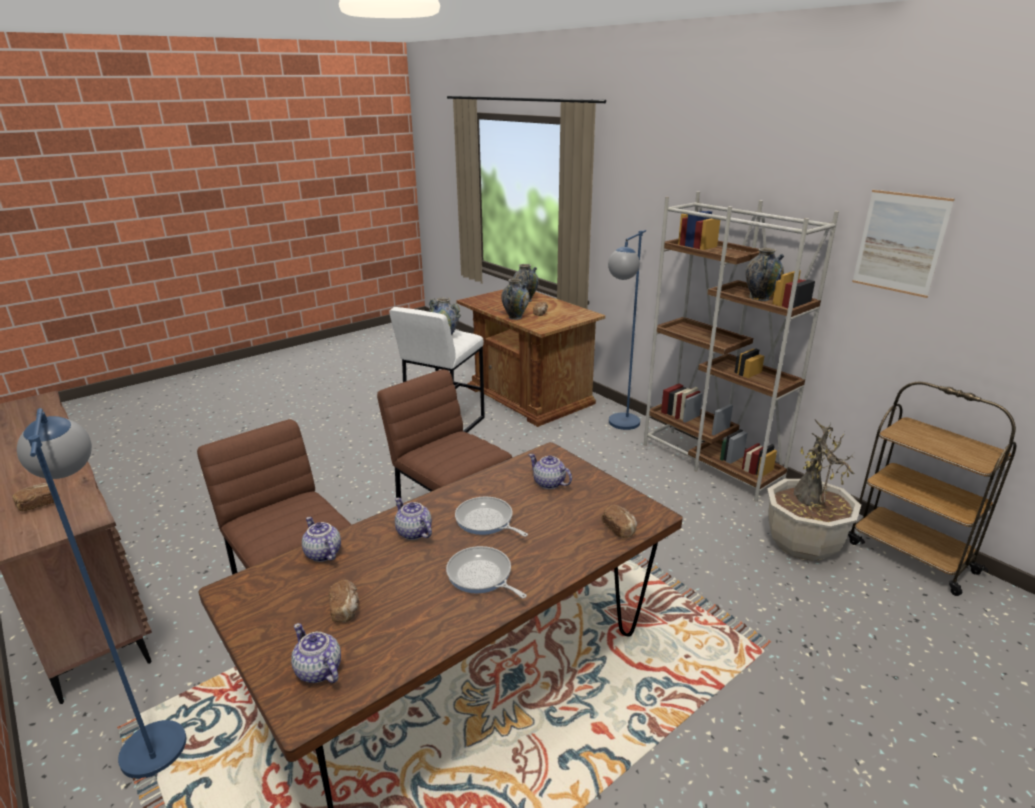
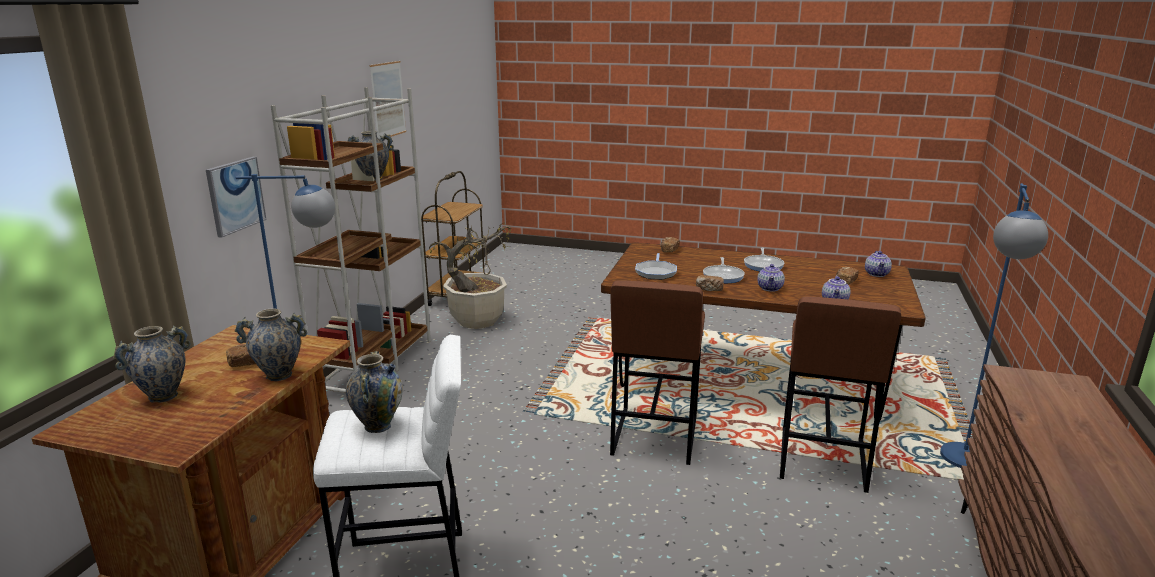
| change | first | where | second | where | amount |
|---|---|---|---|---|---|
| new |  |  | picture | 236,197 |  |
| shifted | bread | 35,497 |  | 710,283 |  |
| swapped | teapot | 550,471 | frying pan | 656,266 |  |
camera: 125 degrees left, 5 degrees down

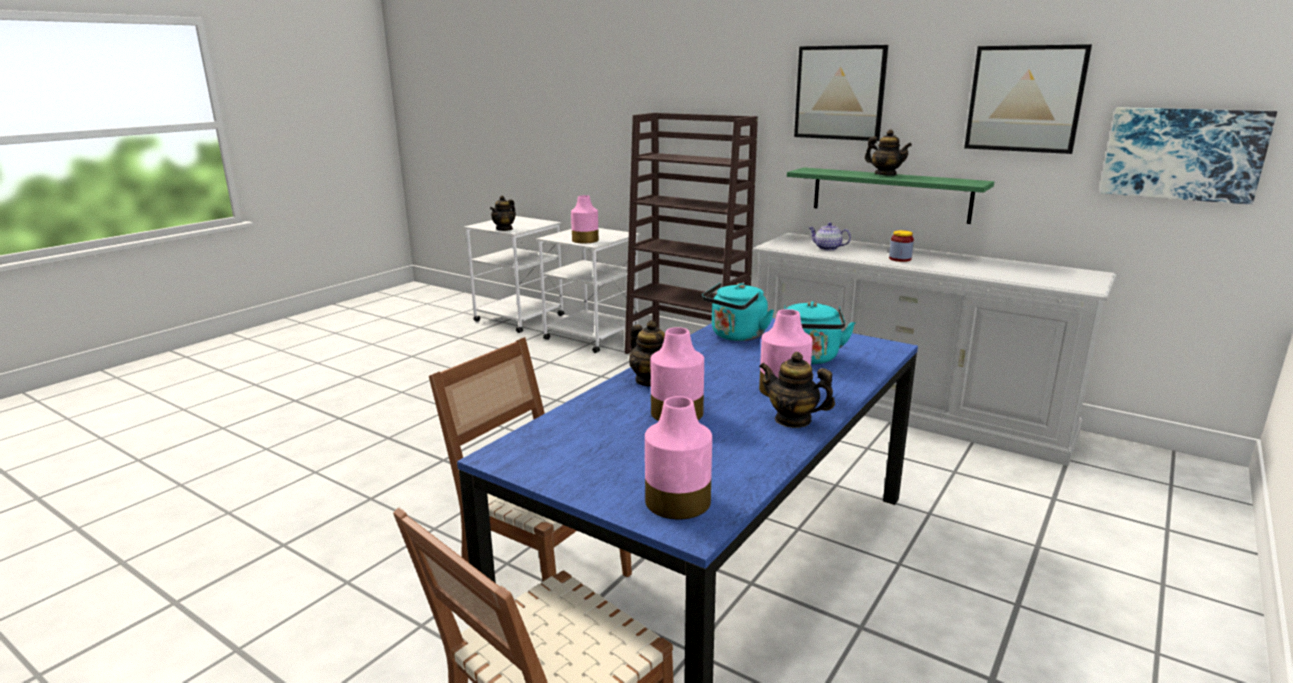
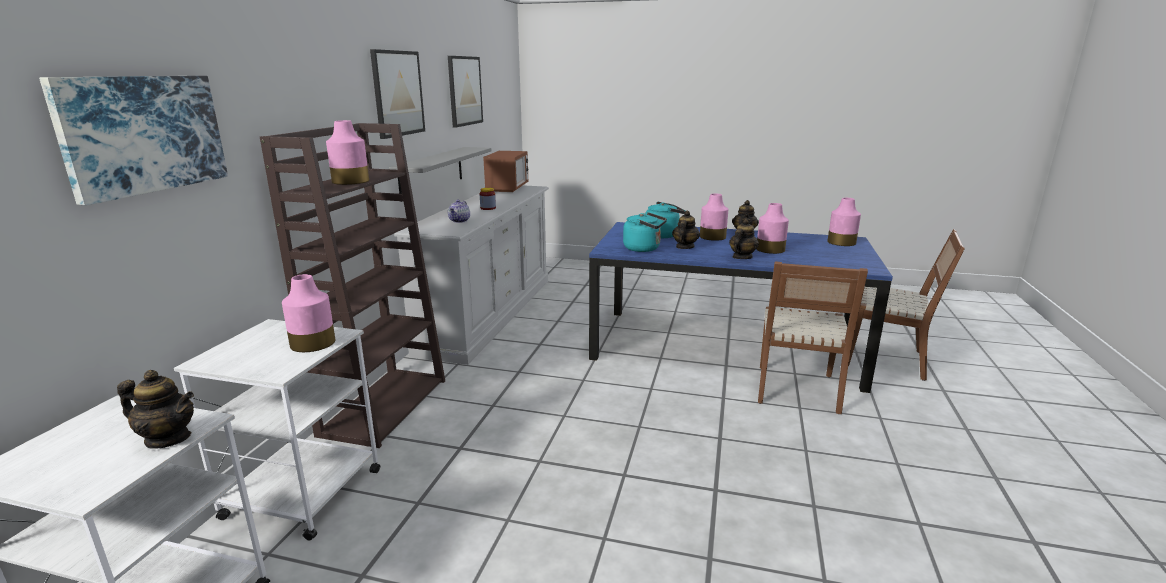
| change | first | where | second | where | amount |
|---|---|---|---|---|---|
| new |  |  | pink vase | 347,152 |  |
| new |  |  | microwave | 506,171 |  |
| shifted | teapot | 888,152 |  | 686,230 |  |
| shifted | picture | 1188,156 |  | 133,140 |  |
| repainted | green shelf | 890,195 | grey shelf | 440,174 |  |
camera: 110 degrees left, 0 degrees up

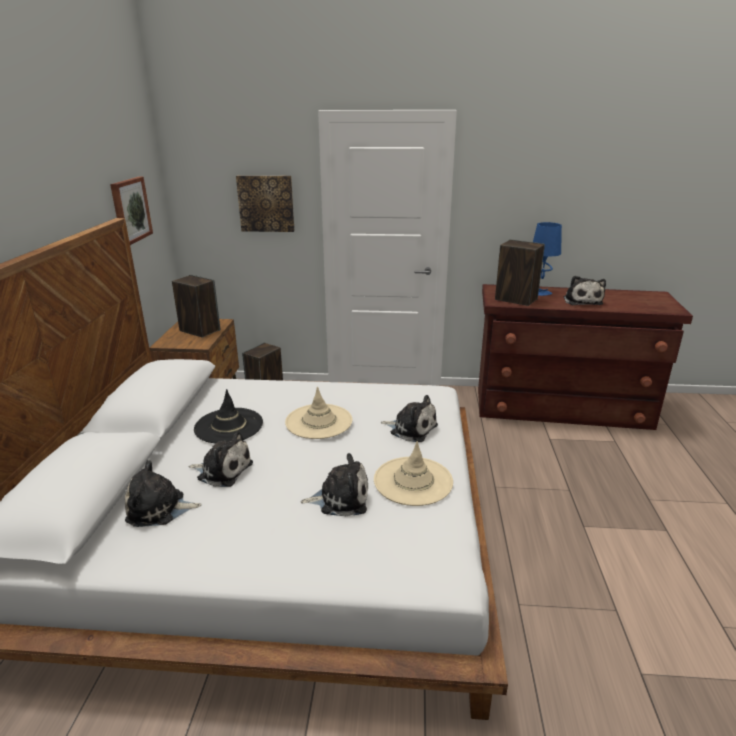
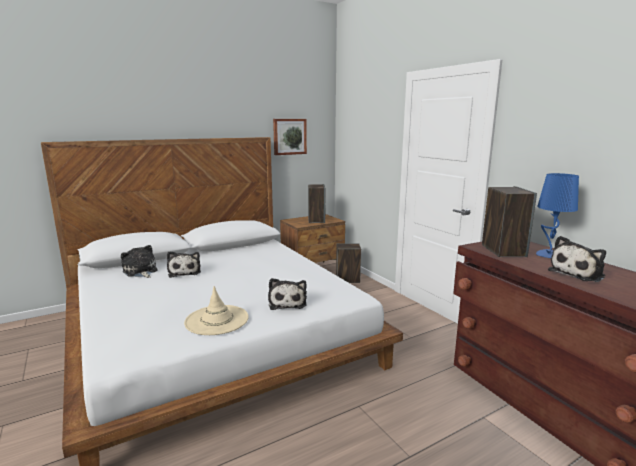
| change | first | where | second | where | amount |
|---|---|---|---|---|---|
| gone | black hat | 228,416 |  |  |  |
| gone | picture | 265,203 |  |  |  |
| gone | beige hat | 318,412 |  |  |  |
| gone | plush toy | 334,484 |  |  |  |
camera: 55 degrees right, 10 degrees down

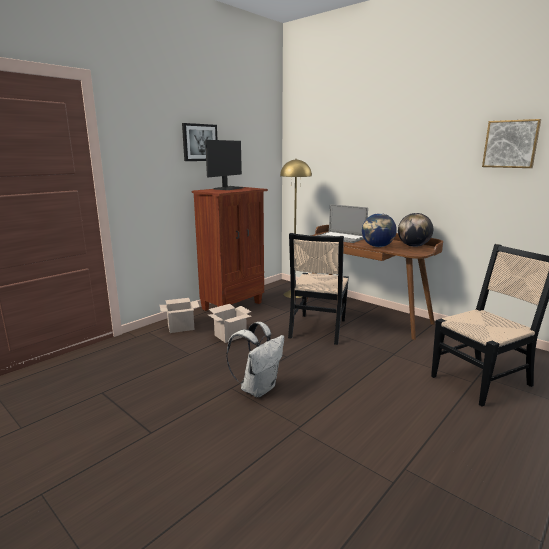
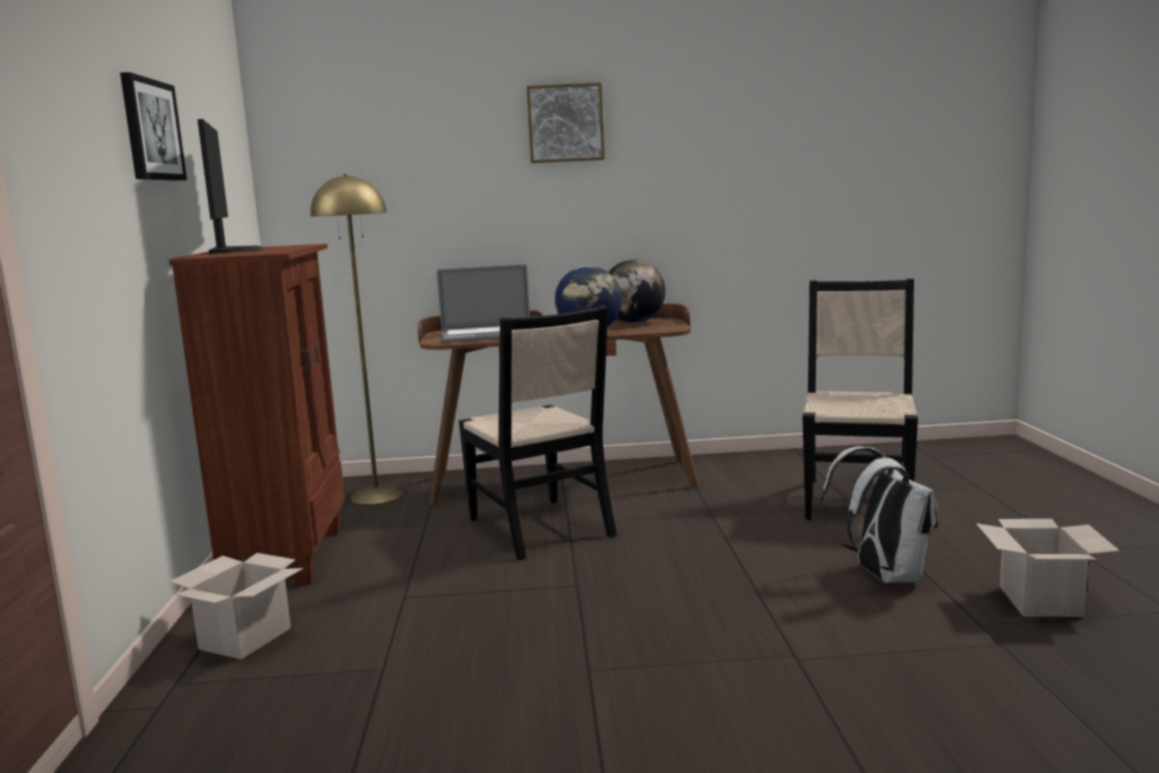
| change | first | where | second | where | amount |
|---|---|---|---|---|---|
| shifted | cardboard box | 230,323 |  | 1048,568 |  |
| shifted | white backpack | 255,359 |  | 879,514 |  |
| shifted | picture | 511,143 |  | 566,123 |  |
camera: 45 degrees left, 5 degrees down

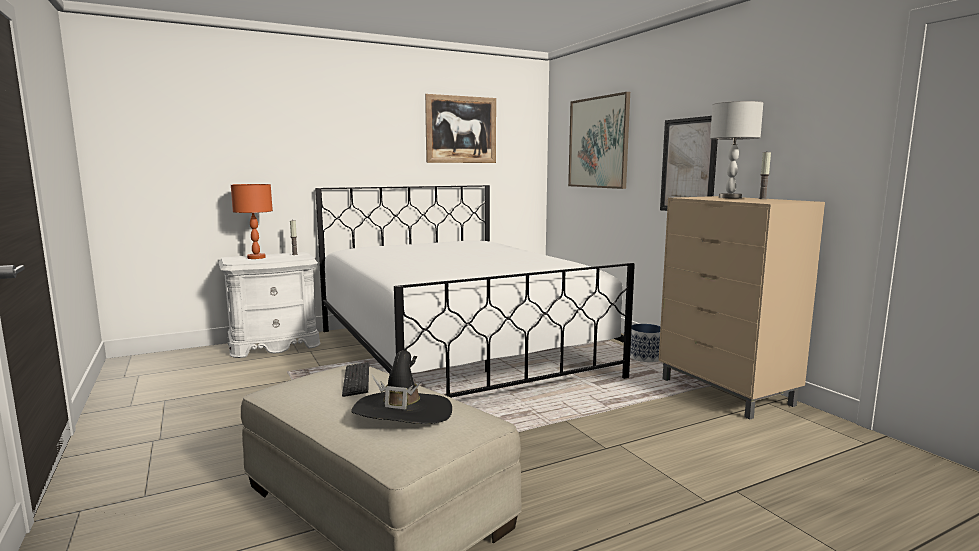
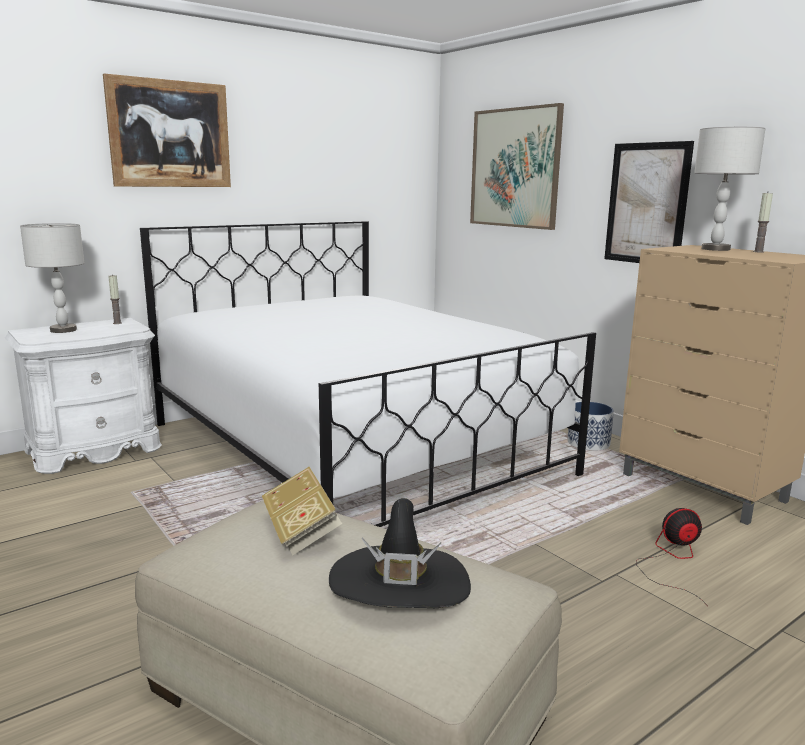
| change | first | where | second | where | amount |
|---|---|---|---|---|---|
| new |  |  | fan | 672,557 |  |
| shifted | picture | 460,128 |  | 167,130 |  |
| swapped | keyboard | 355,379 | book | 302,511 |  |
| repainted | orange table lamp | 252,221 | grey table lamp | 52,278 |  |
camera: 10 degrees left, 5 degrees up

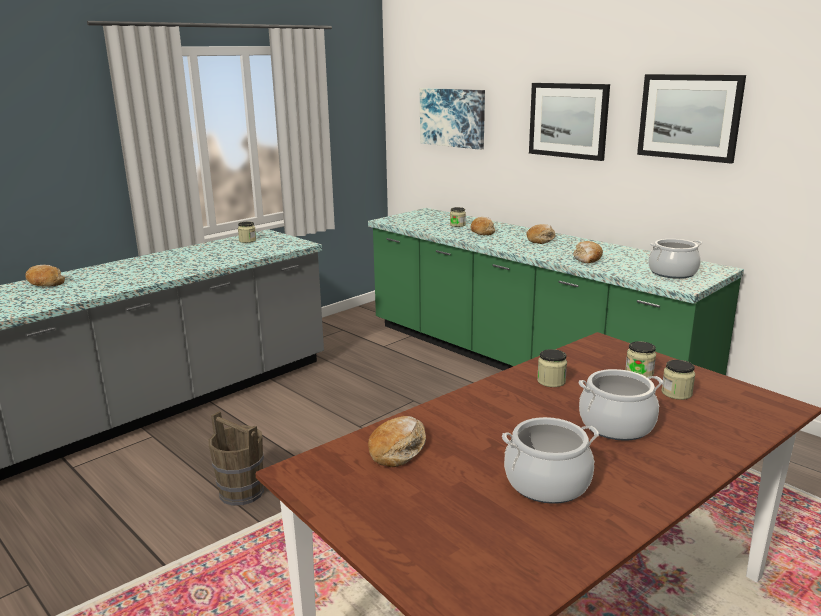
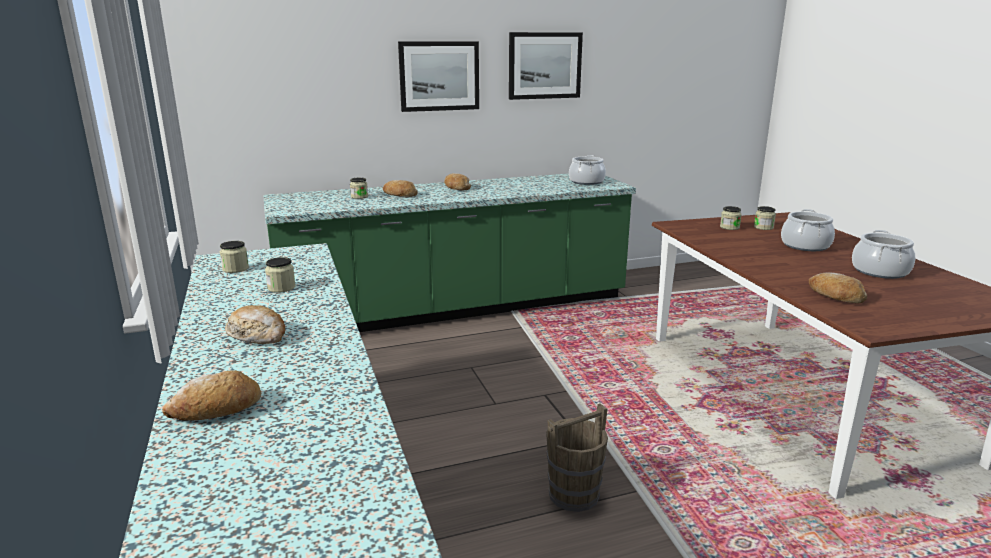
| change | first | where | second | where | amount |
|---|---|---|---|---|---|
| gone | picture | 452,119 |  |  |  |
| shifted | jar | 552,368 |  | 280,275 |  |
| shifted | bread | 588,252 |  | 255,324 |  |
camera: 65 degrees left, 0 degrees up

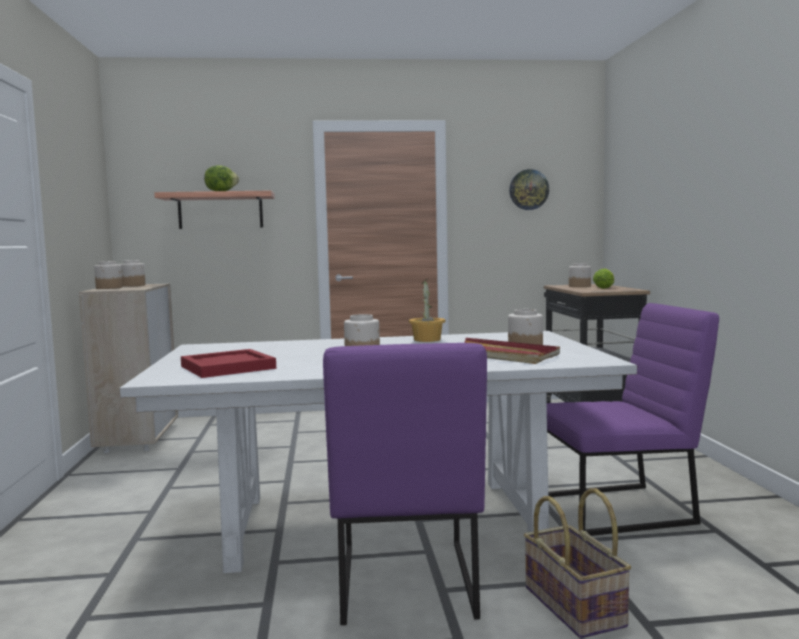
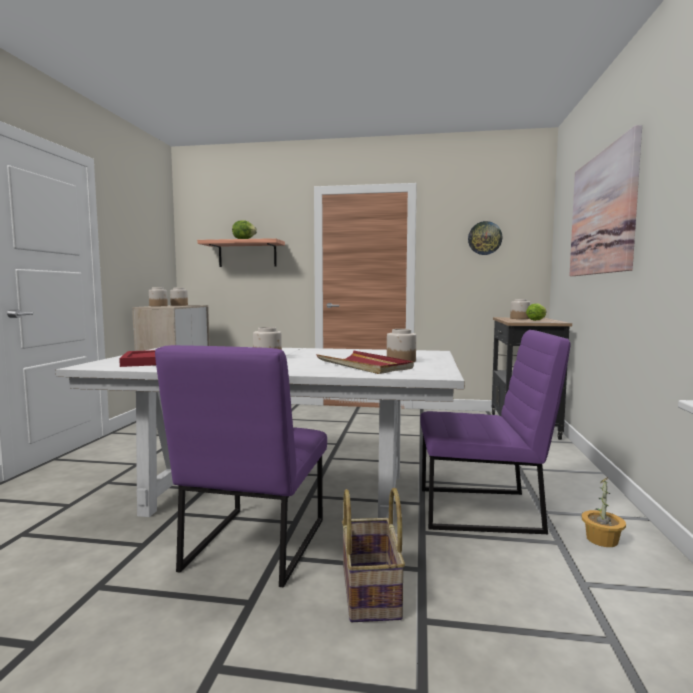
| change | first | where | second | where | amount |
|---|---|---|---|---|---|
| new |  |  | picture | 605,200 |  |
| shifted | potted plant | 427,310 |  | 604,512 |  |
camera: 15 degrees right, 0 degrees up

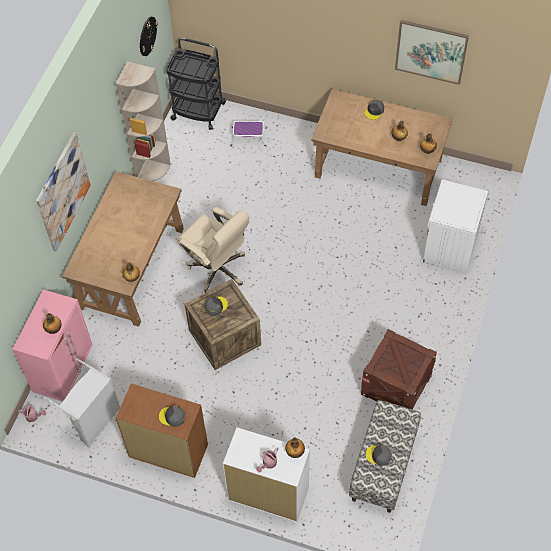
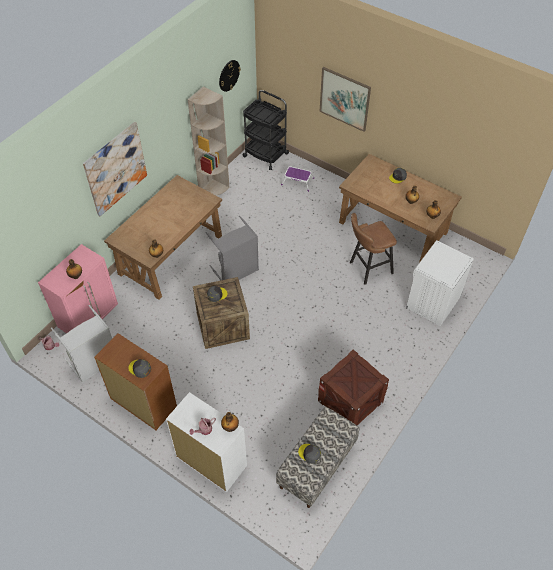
| change | first | where | second | where | amount |
|---|---|---|---|---|---|
| new |  |  | brown stool | 373,248 |  |
| shifted | picture | 432,52 |  | 345,99 |  |
| swapped | beige office chair | 213,250 | grey laundry basket | 232,248 |  |
camera: 15 degrees right, 5 degrees down

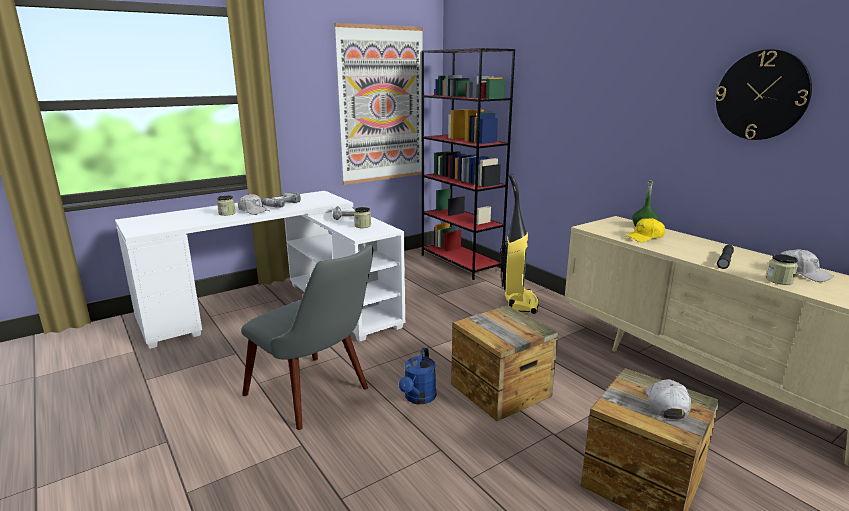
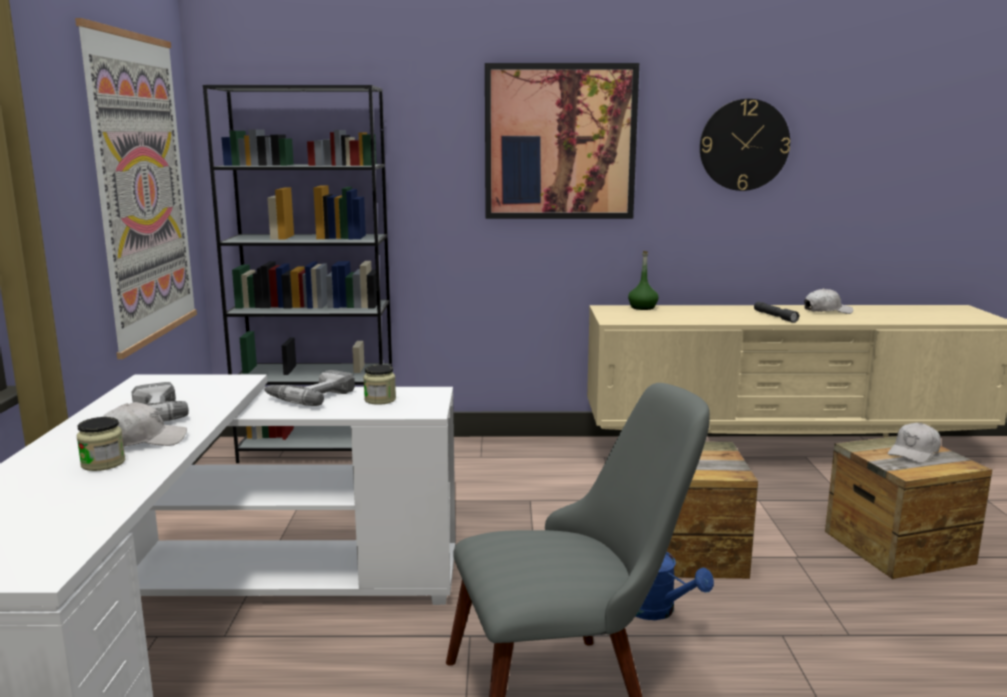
| change | first | where | second | where | amount |
|---|---|---|---|---|---|
| gone | vacuum cleaner | 519,244 |  |  |  |
| gone | yellow cap | 645,230 |  |  |  |
| gone | jar | 782,269 |  |  |  |
| new |  |  | picture | 562,141 |  |
| repainted | red bookcase | 468,164 | grey bookcase | 297,274 |  |
| rotated | white cap | 668,399 |  | 914,443 | 90 degrees counterclockwise |
camera: 55 degrees left, 5 degrees down

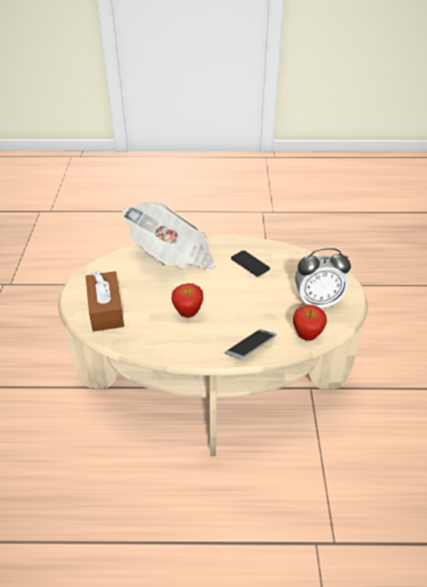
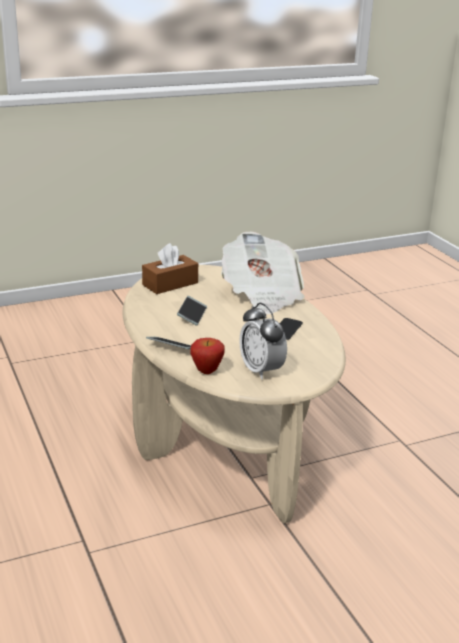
| change | first | where | second | where | amount |
|---|---|---|---|---|---|
| swapped | apple | 187,300 | phone | 192,311 |  |
camera: 65 degrees right, 15 degrees down

